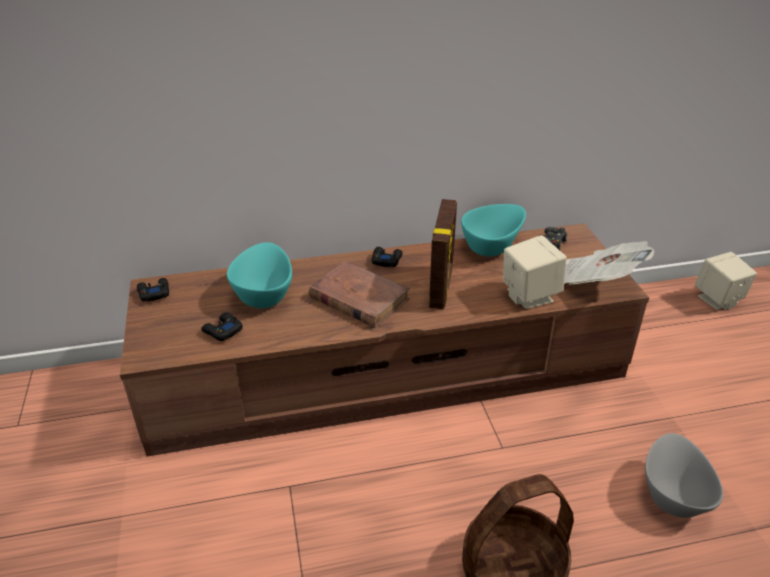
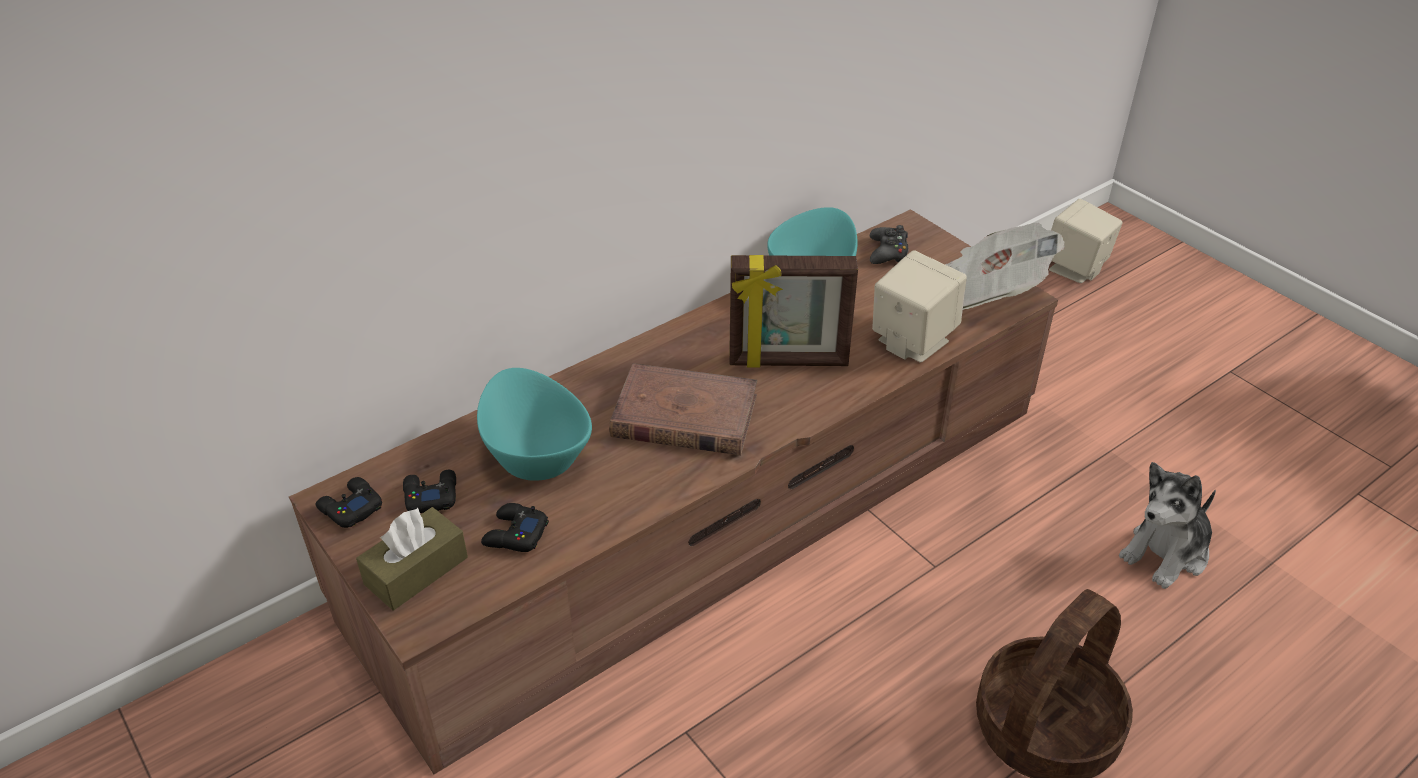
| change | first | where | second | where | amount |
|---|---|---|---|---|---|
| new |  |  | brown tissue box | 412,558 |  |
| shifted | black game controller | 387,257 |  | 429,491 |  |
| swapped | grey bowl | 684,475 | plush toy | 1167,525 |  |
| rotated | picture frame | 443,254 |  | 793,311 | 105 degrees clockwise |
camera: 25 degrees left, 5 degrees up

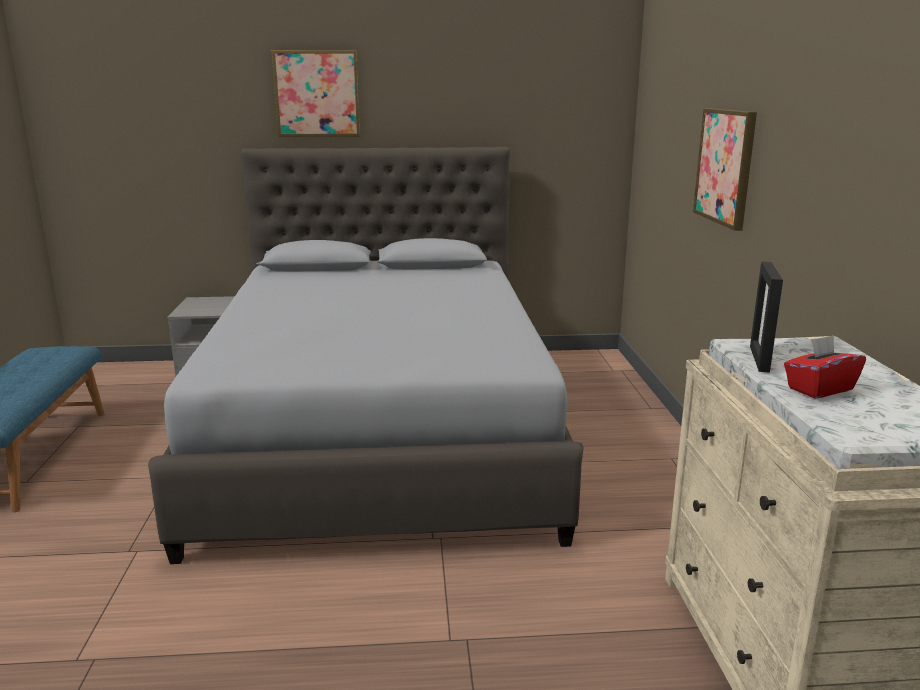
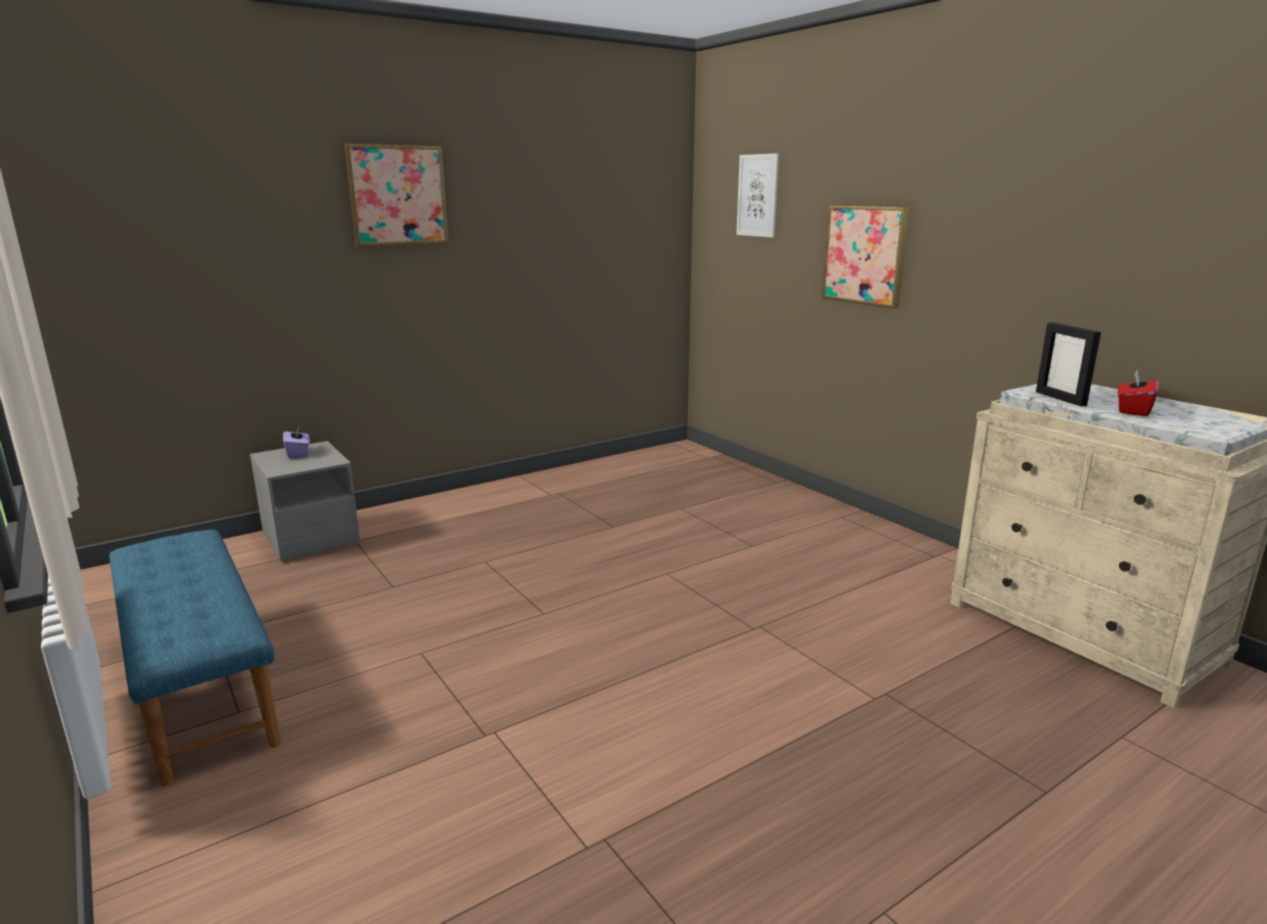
| change | first | where | second | where | amount |
|---|---|---|---|---|---|
| gone | grey bed | 366,355 |  |  |  |
| new |  |  | purple tissue box | 296,442 |  |
| new |  |  | picture | 757,195 |  |
camera: 30 degrees left, 0 degrees up

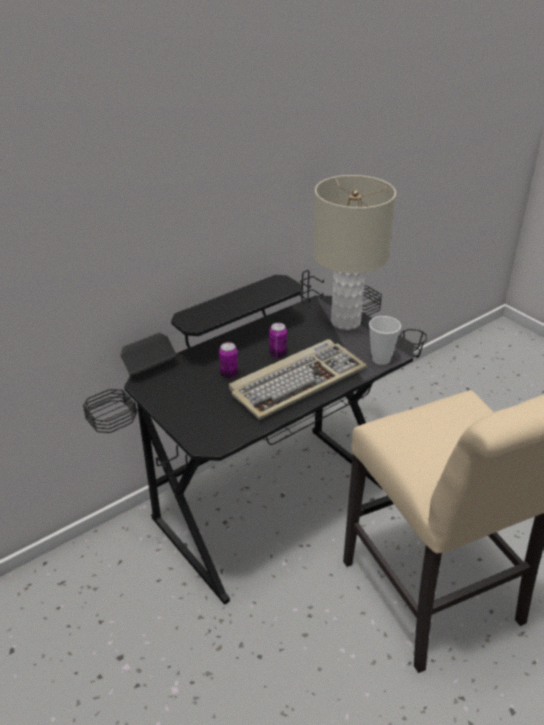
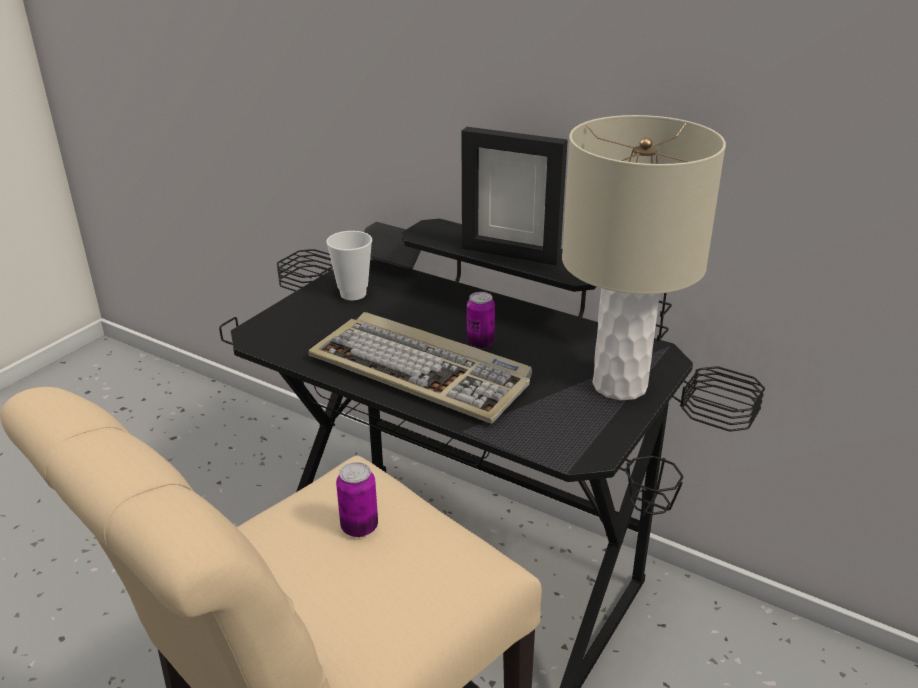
| change | first | where | second | where | amount |
|---|---|---|---|---|---|
| new |  |  | picture frame | 515,196 |  |
| shifted | can | 228,360 |  | 357,499 |  |
| shifted | cup | 385,340 |  | 349,265 |  |
camera: 70 degrees right, 5 degrees down

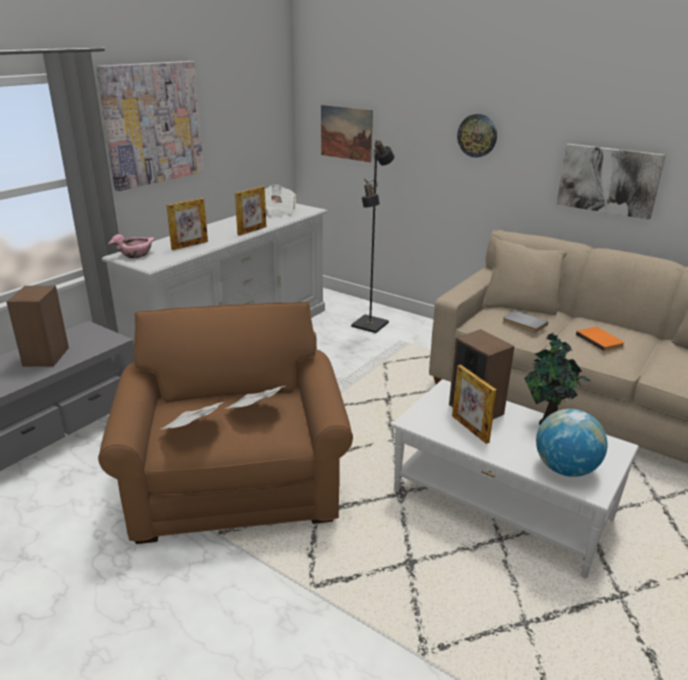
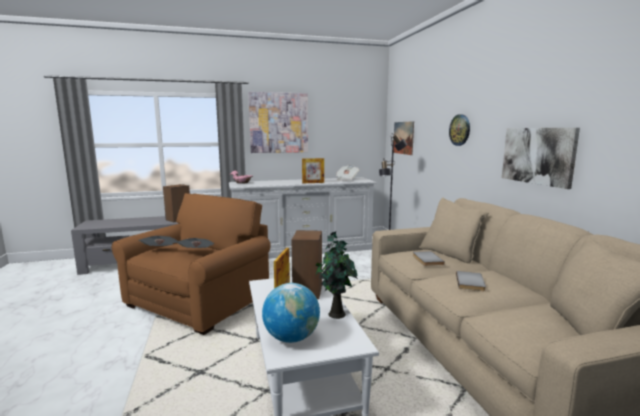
| change | first | where | second | where | amount |
|---|---|---|---|---|---|
| gone | picture frame | 187,224 |  |  |  |
| repainted | orange book | 600,339 | grey book | 471,281 |  |
camera: 40 degrees right, 15 degrees down

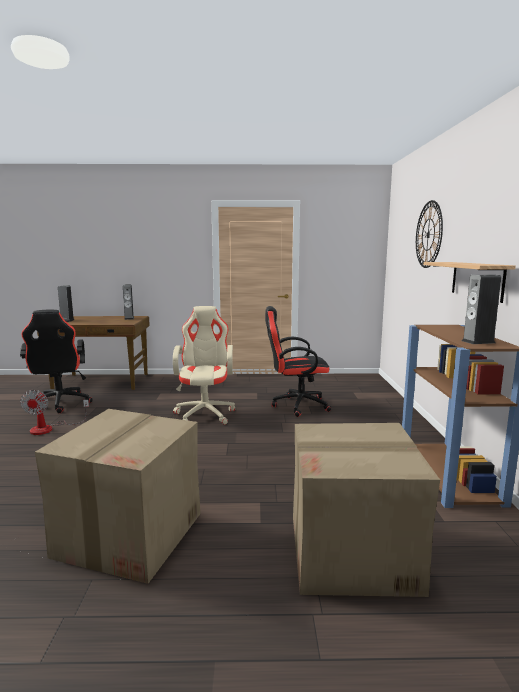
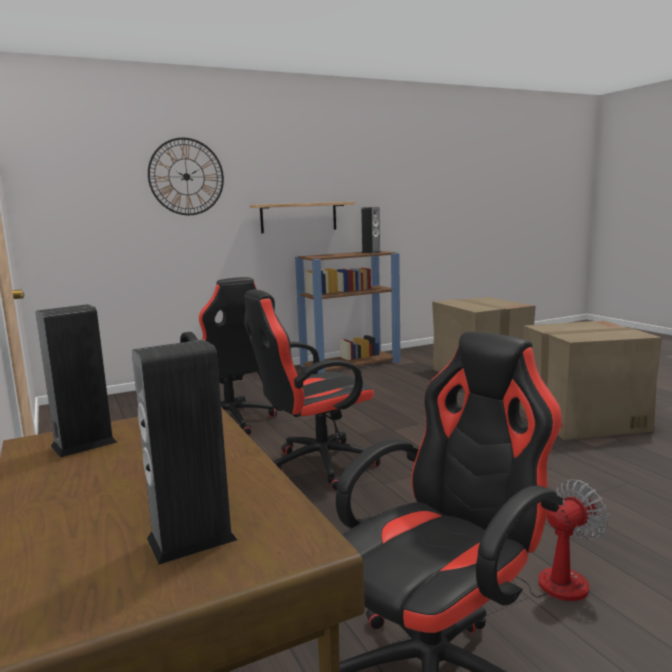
| change | first | where | second | where | amount |
|---|---|---|---|---|---|
| repainted | beige office chair | 204,365 | black office chair | 312,390 |  |
camera: 115 degrees left, 0 degrees up

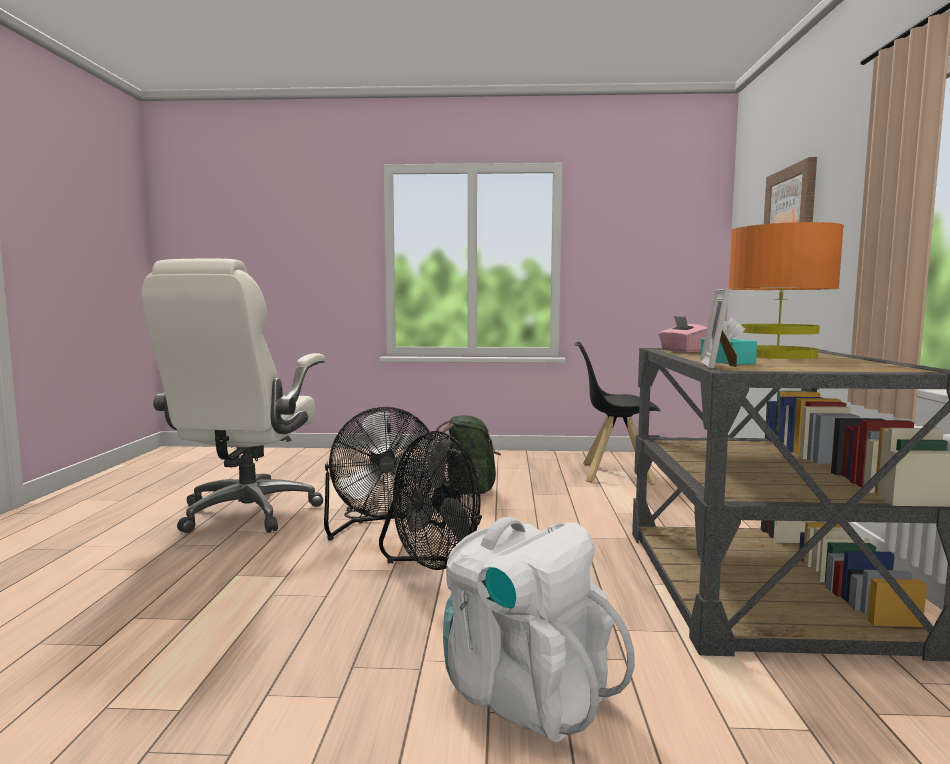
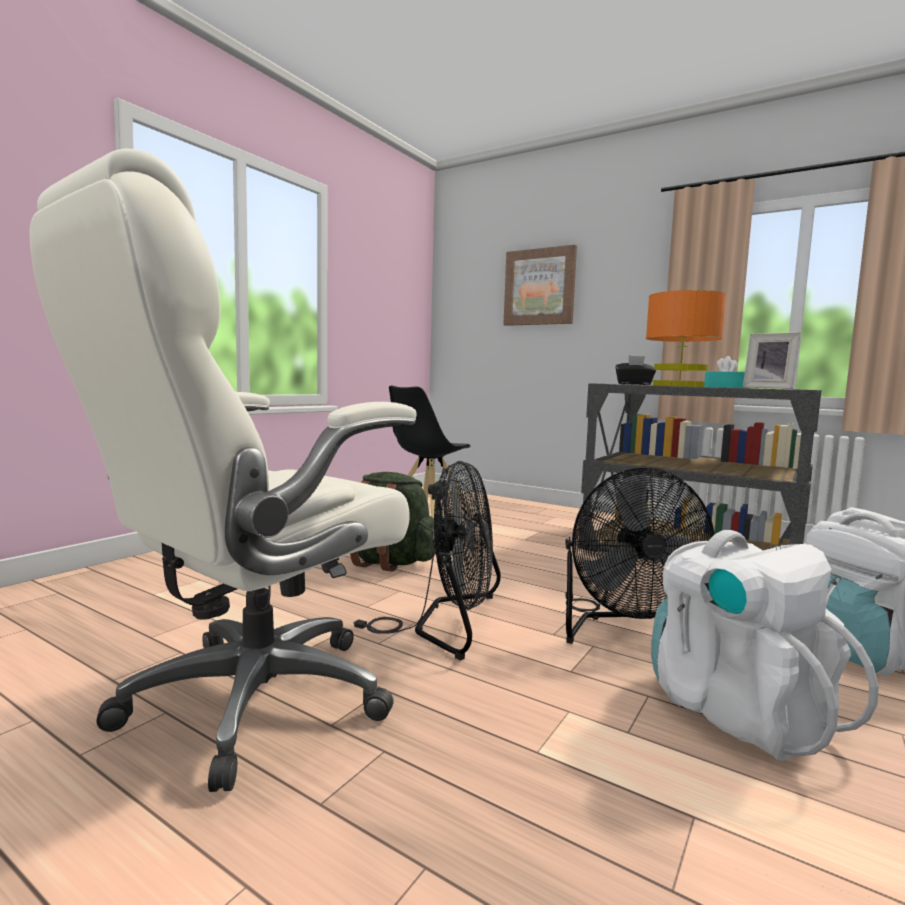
| change | first | where | second | where | amount |
|---|---|---|---|---|---|
| new |  |  | white backpack | 765,645 |  |
| repainted | pink tissue box | 682,334 | black tissue box | 635,370 |  |
| rotated | white office chair | 233,396 |  | 223,470 | 90 degrees clockwise |
camera: 60 degrees left, 0 degrees up

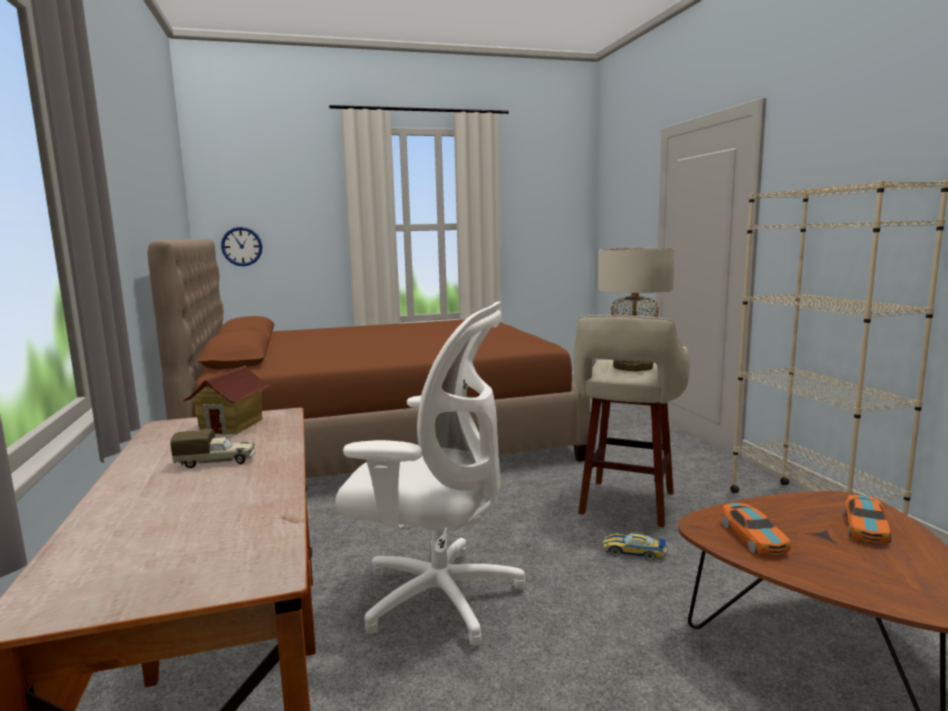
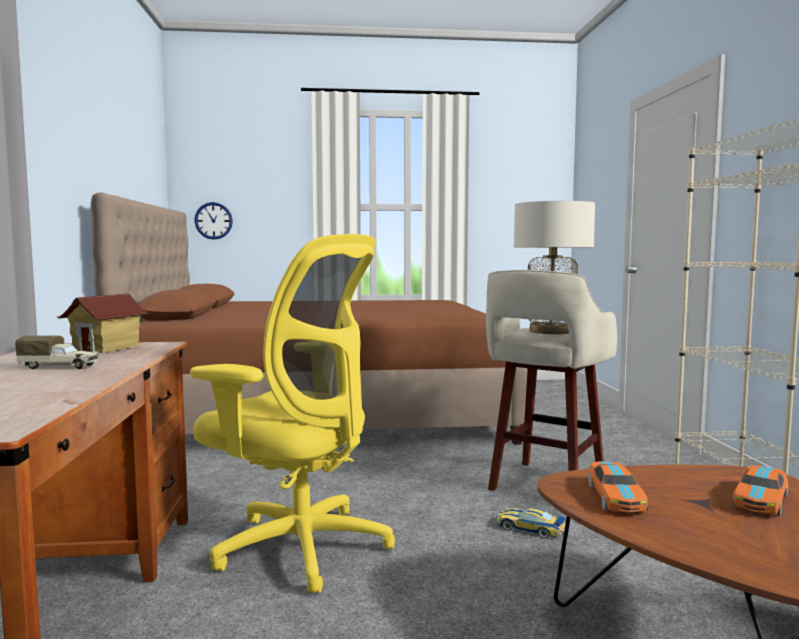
| change | first | where | second | where | amount |
|---|---|---|---|---|---|
| repainted | white office chair | 430,473 | yellow office chair | 292,413 |  |
camera: 10 degrees right, 5 degrees down

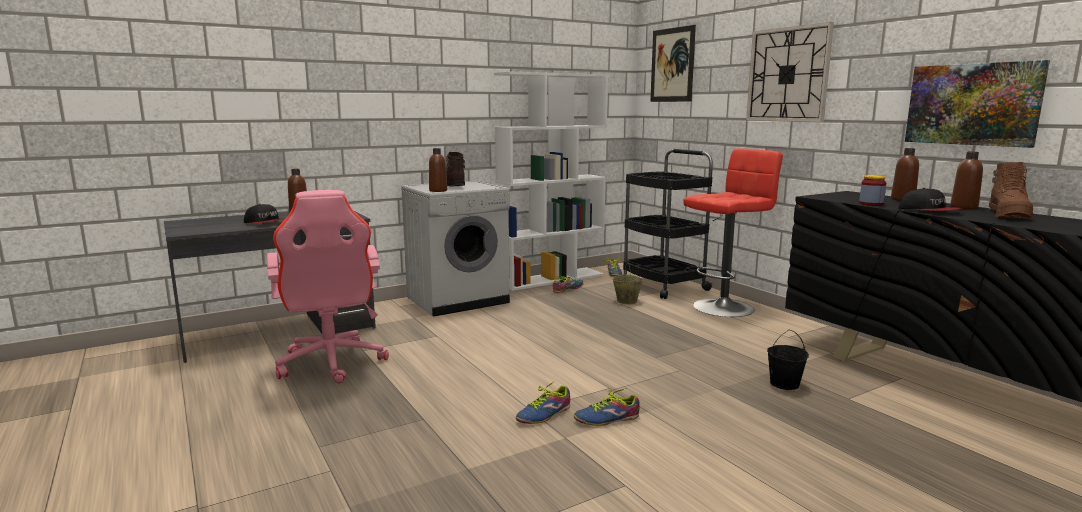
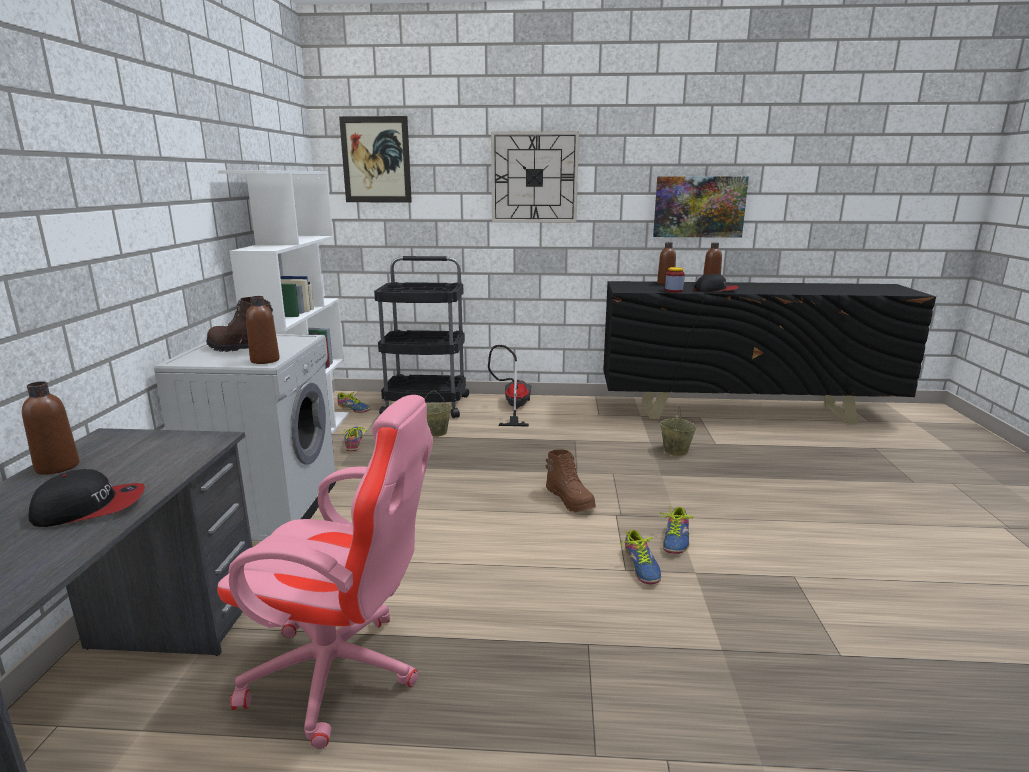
| change | first | where | second | where | amount |
|---|---|---|---|---|---|
| shifted | brown boot | 1011,190 |  | 571,480 |  |
| swapped | red stool | 733,232 | vacuum cleaner | 509,386 |  |
| repainted | black bucket | 788,360 | beige bucket | 678,431 |  |
camera: 55 degrees left, 5 degrees up

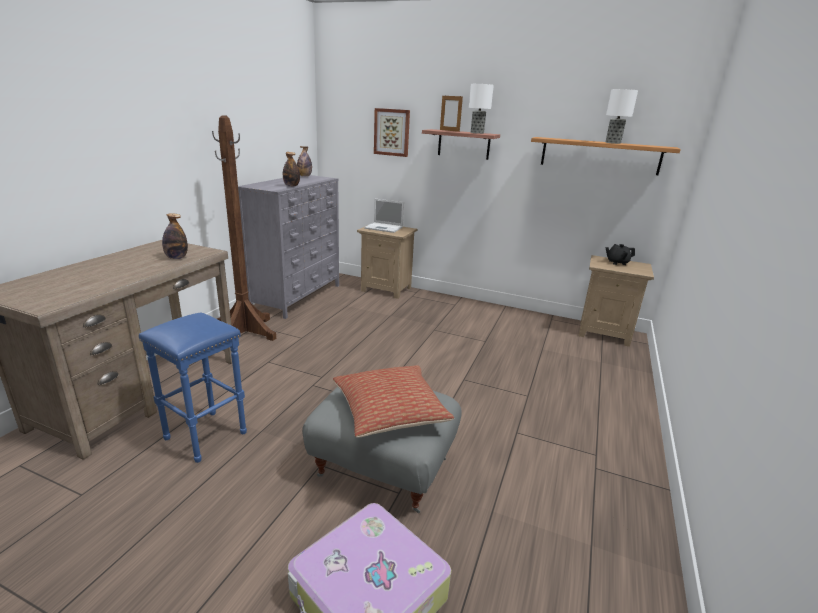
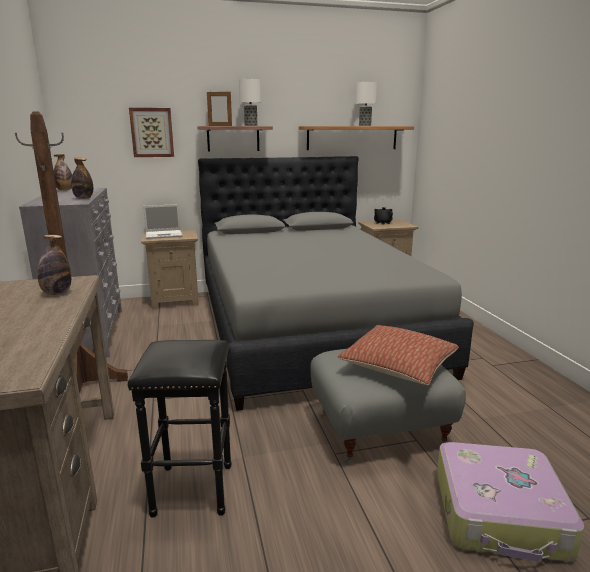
| change | first | where | second | where | amount |
|---|---|---|---|---|---|
| new |  |  | grey bed | 336,283 |  |
| repainted | blue stool | 193,388 | black stool | 180,429 |  |
camera: 35 degrees left, 5 degrees down

